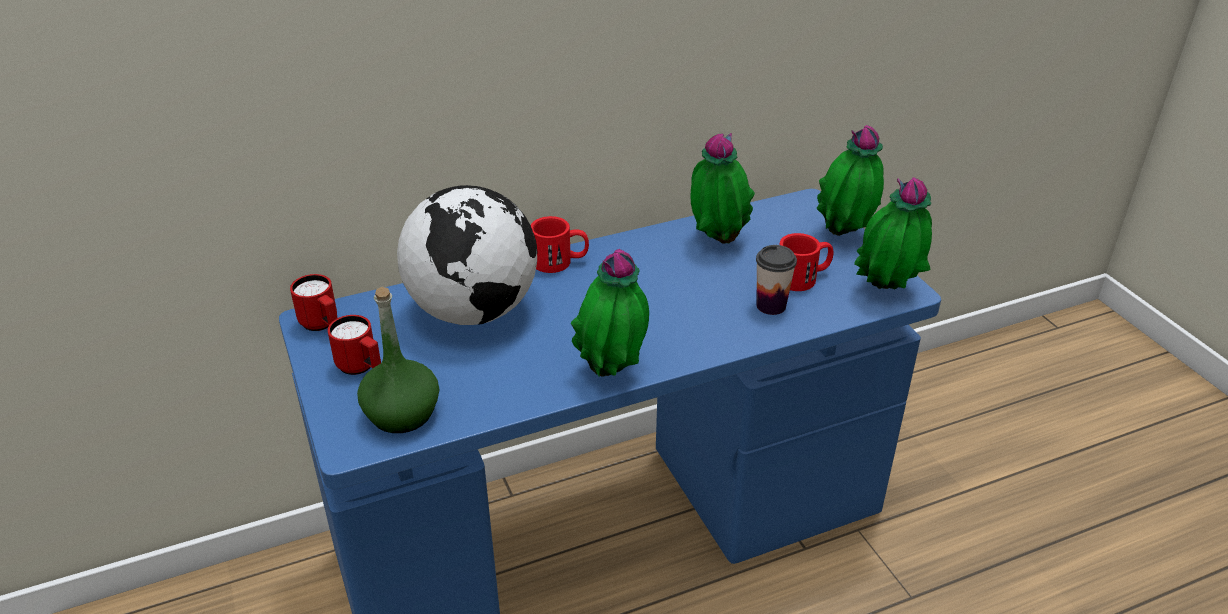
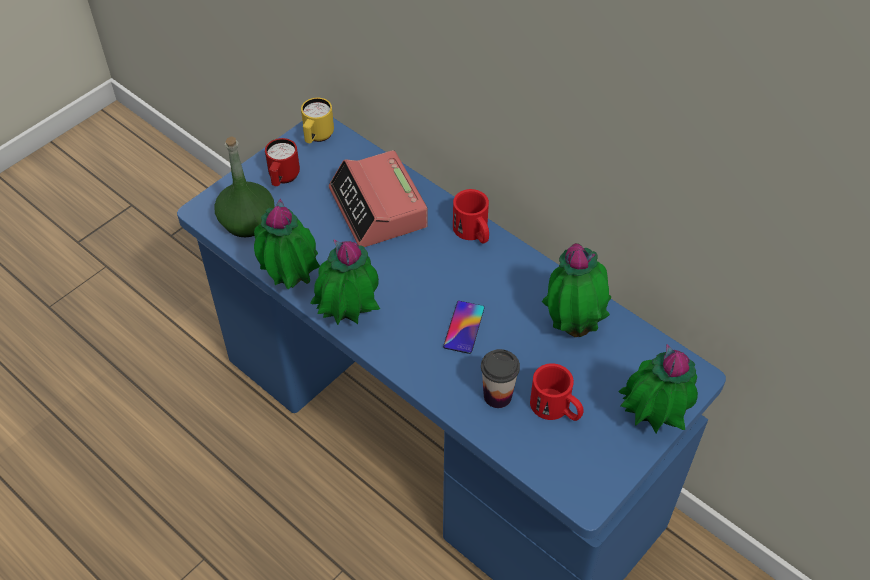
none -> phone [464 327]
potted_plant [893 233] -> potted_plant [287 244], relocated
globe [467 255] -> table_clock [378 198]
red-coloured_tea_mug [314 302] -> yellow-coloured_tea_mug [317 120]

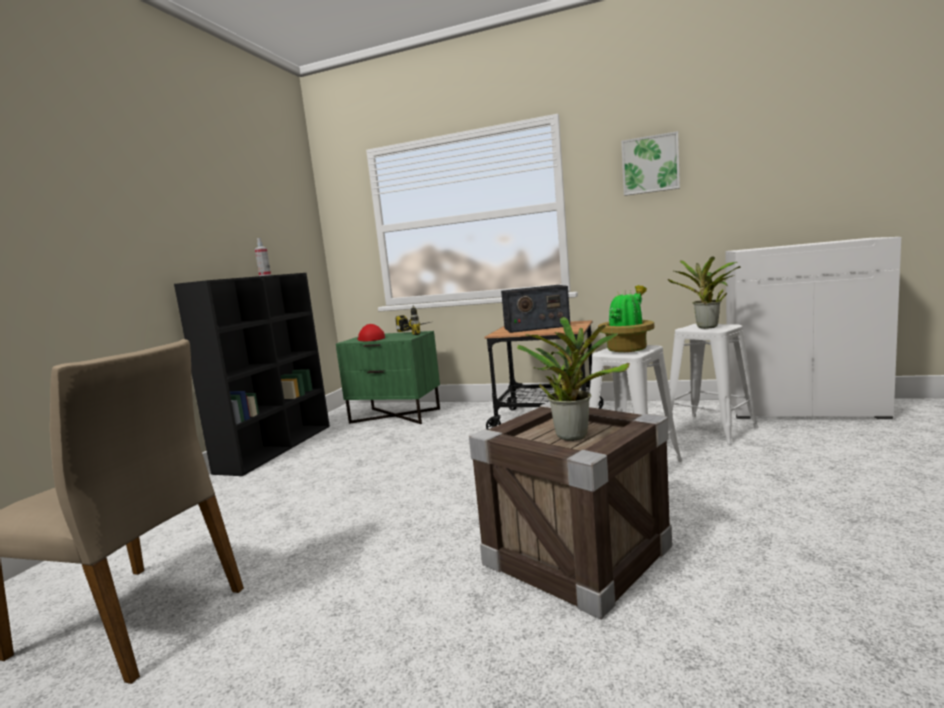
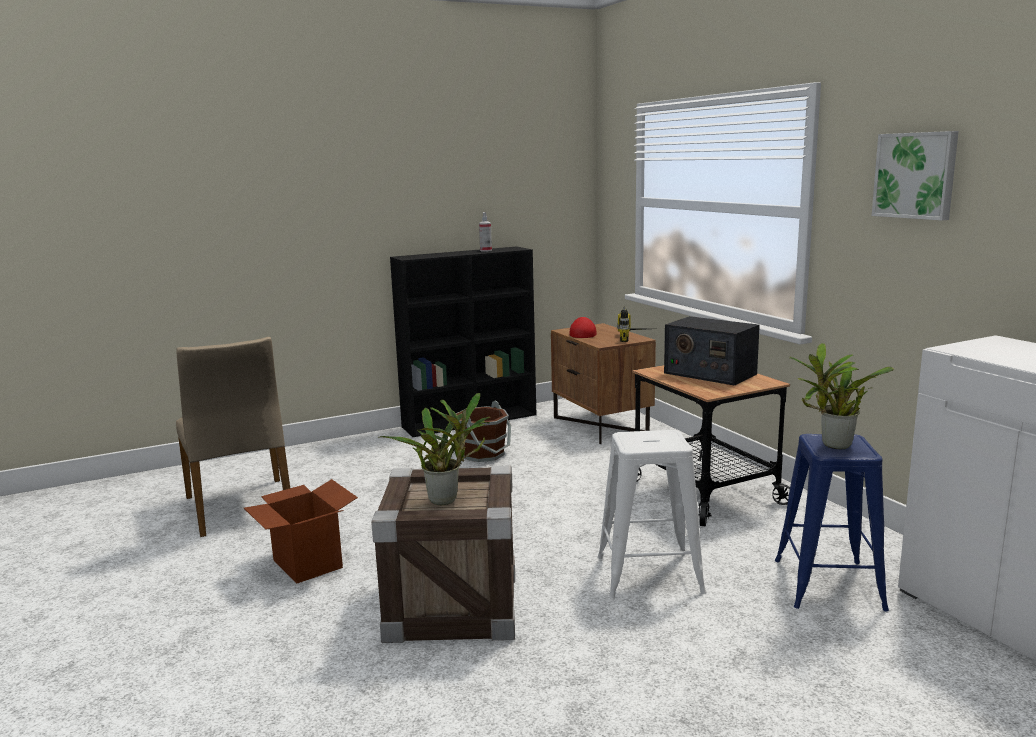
potted_plant [626 318] -> none
none -> packing_box [301 531]
none -> brownish_pail [483 431]
green-coloured_night_table [388 377] -> brownish_night_table [603 383]
white_stool [714 384] -> bluish_stool [832 523]

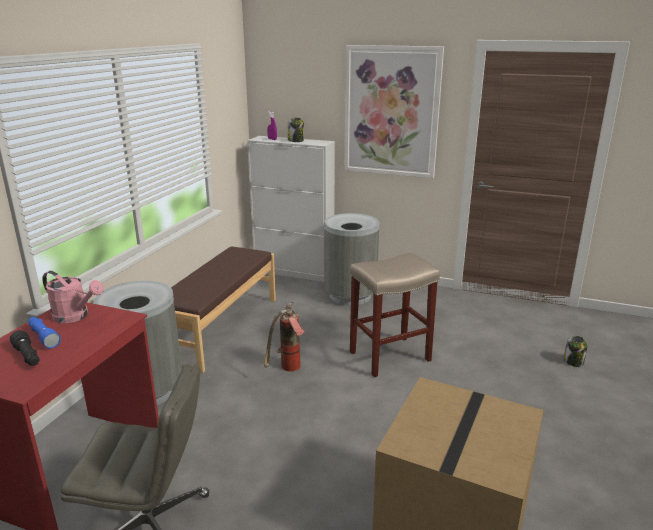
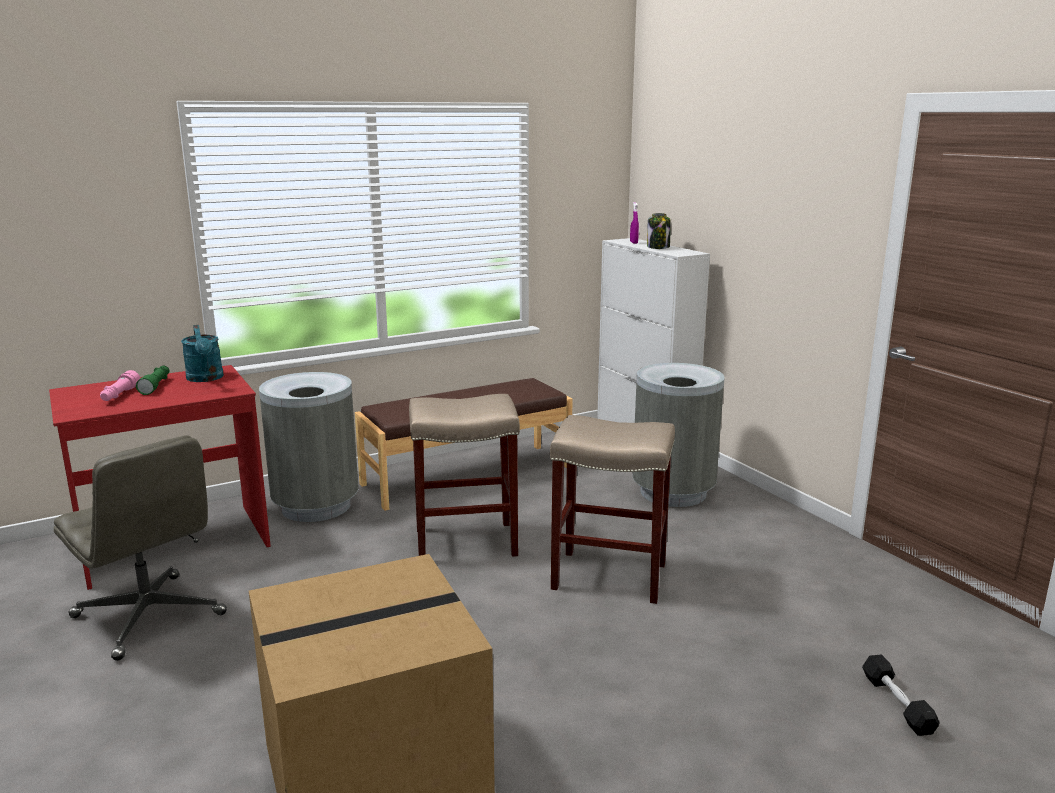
wall_picture [394 111] -> none
fire_extinguisher [284 337] -> beige_stool [464 475]
preserve_jar [575 351] -> black_dumbbell [901 695]
black_flashlight [25 348] -> pink_flashlight [120 385]
bluish_flashlight [44 332] -> green-coloured_flashlight [152 380]
pink_watering_pot [73 297] -> blue-green_watering_pot [202 353]

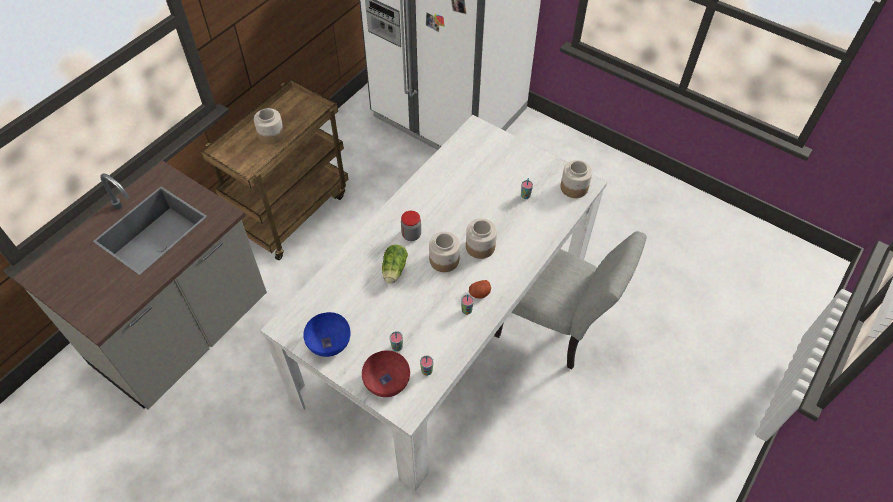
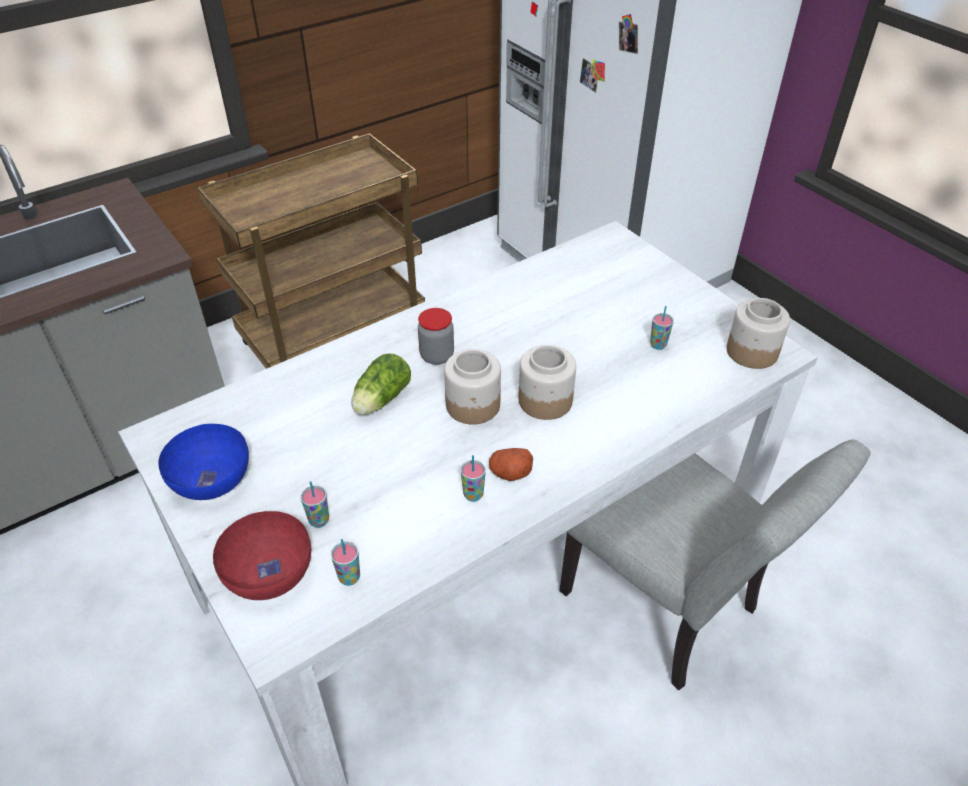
preserve_jar [269 126] -> none

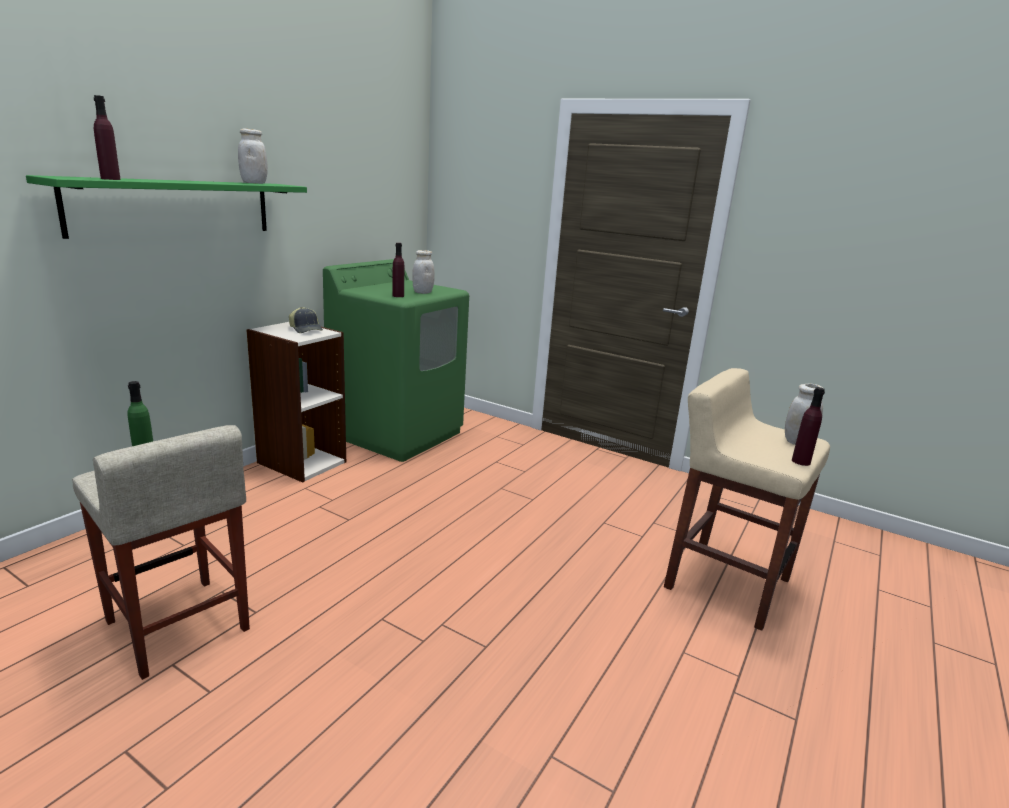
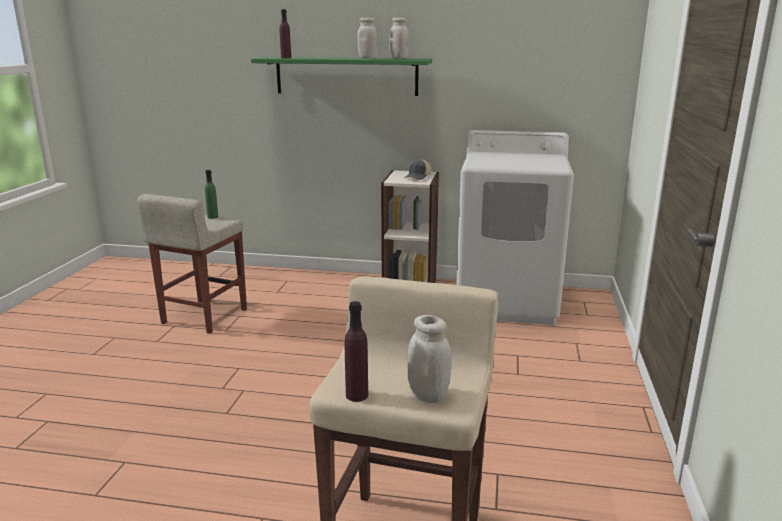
purple-coloured_bottle [398 270] -> none
white_preserve_jar [423 272] -> white_preserve_jar [367 38], relocated
green-coloured_washing_machine [396 360] -> white_washing_machine [515 227]

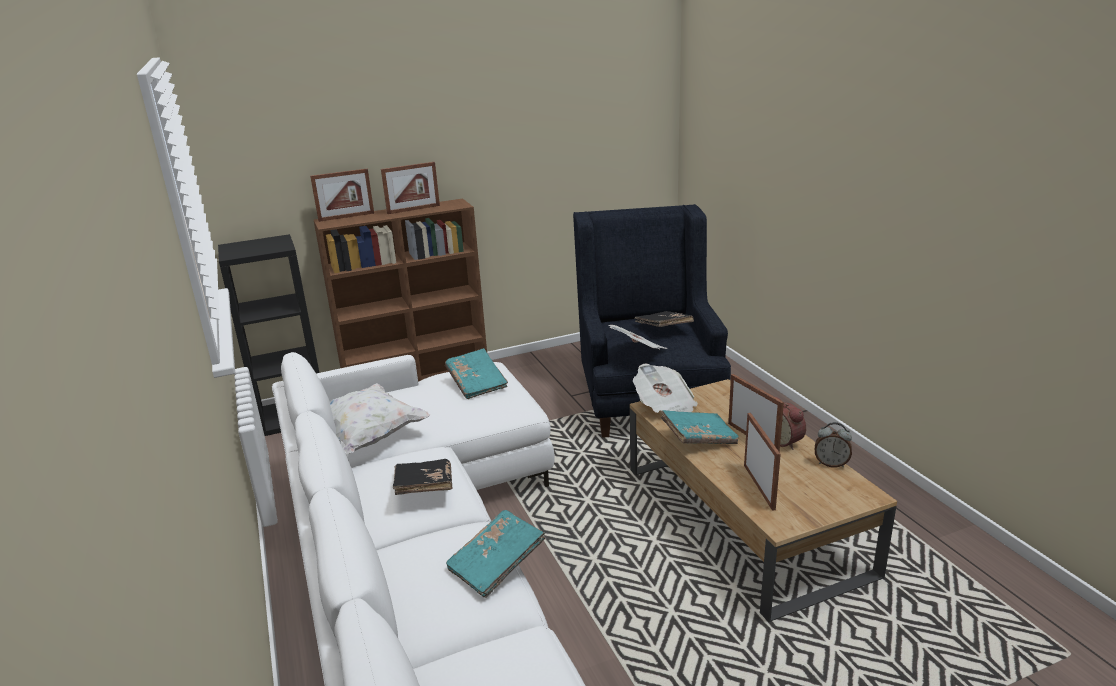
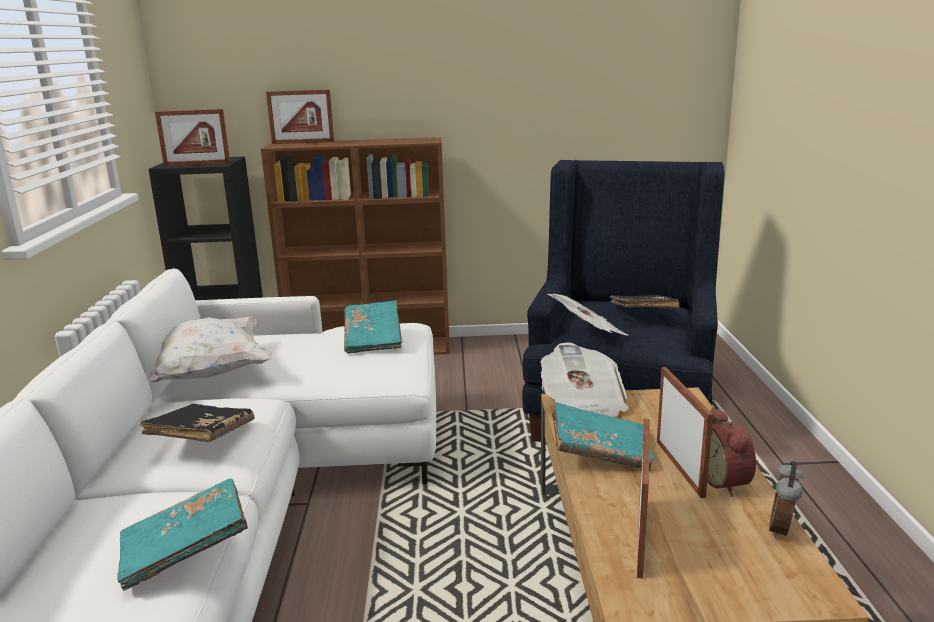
photo_frame [410 188] -> photo_frame [192 137], relocated
table_clock [833 444] -> table_clock [786 500], 75 degrees clockwise

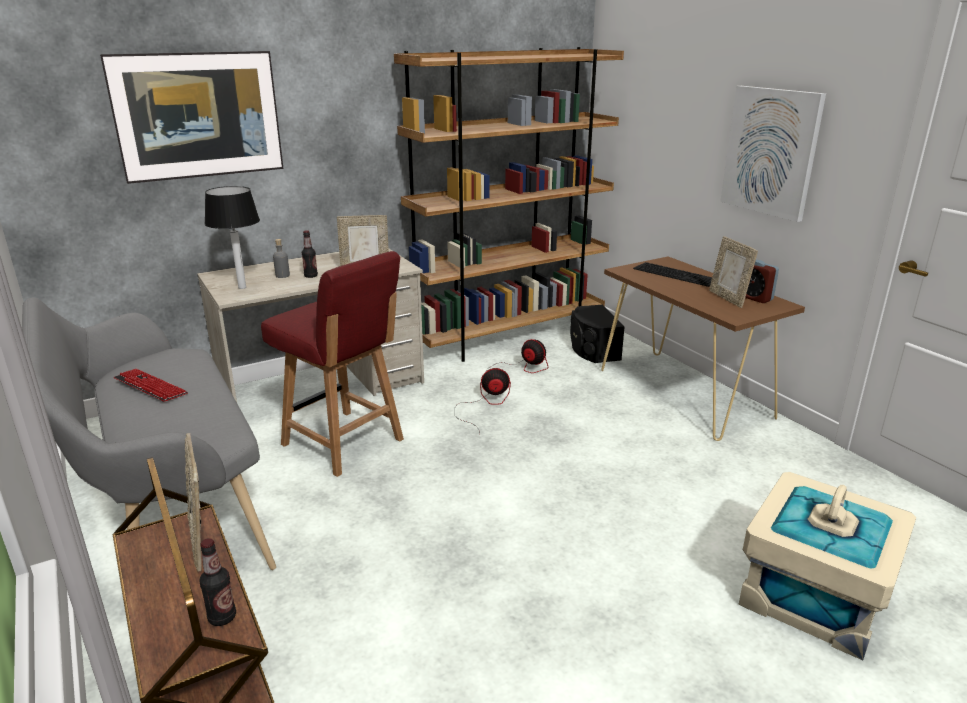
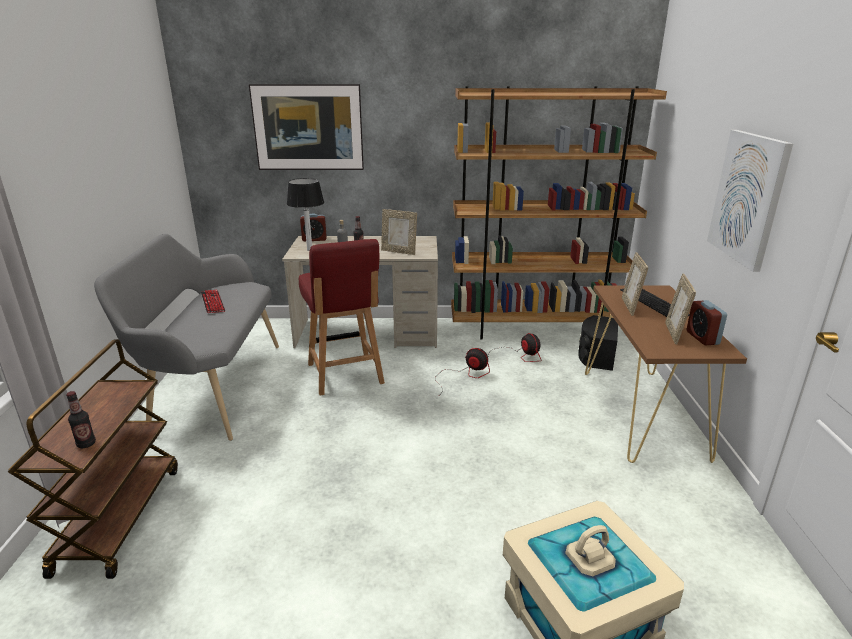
none -> table_clock [313 227]
photo_frame [193 502] -> photo_frame [635 284], relocated

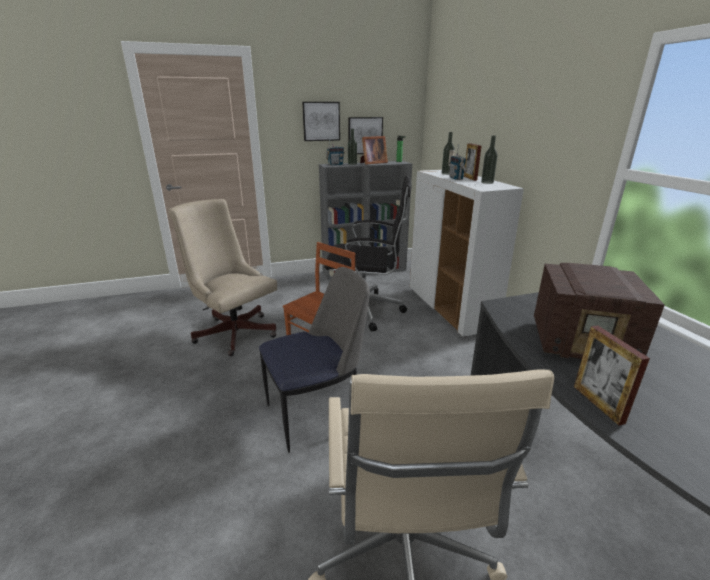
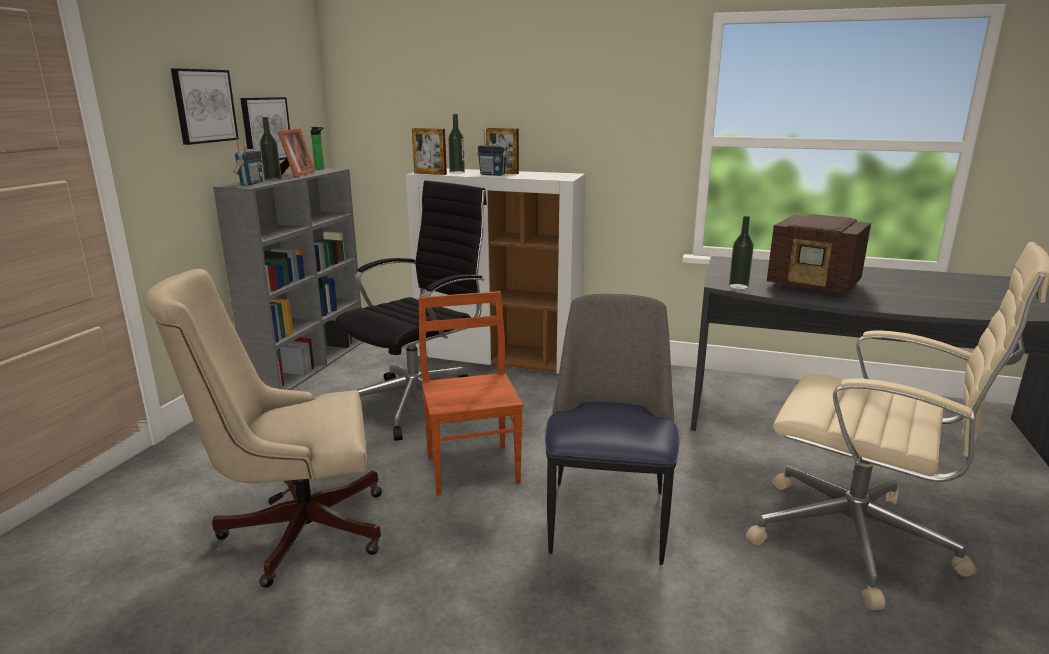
bottle [489 160] -> bottle [741 252], relocated
photo_frame [612 375] -> photo_frame [429 151], relocated
radio [599 311] -> radio [819 254], 75 degrees clockwise

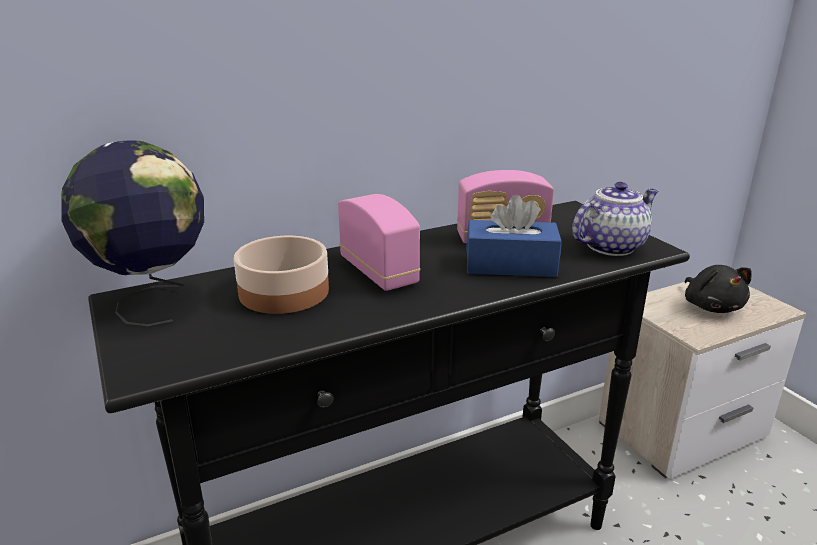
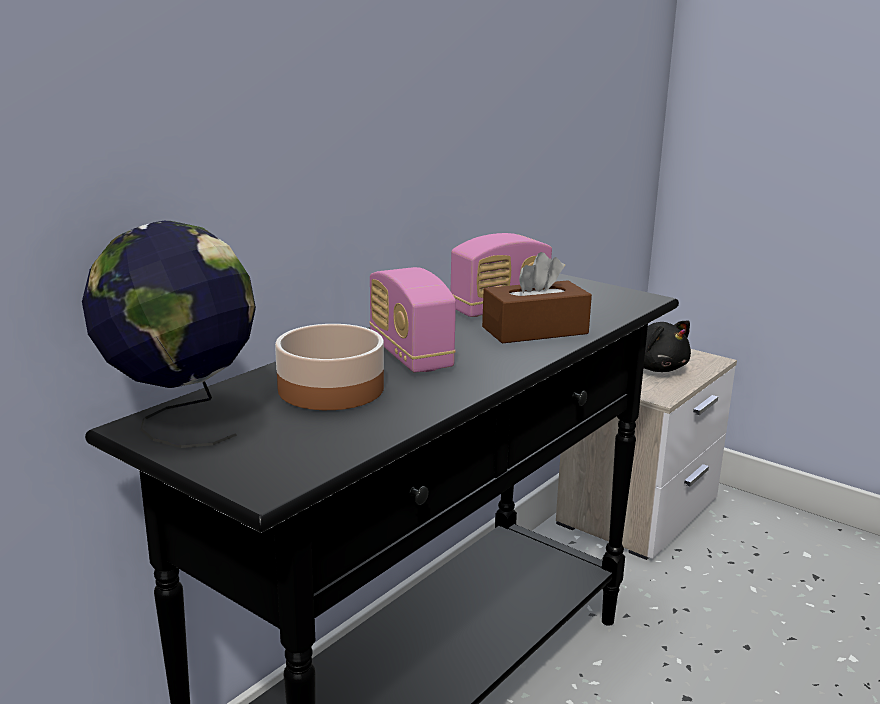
teapot [615 219] -> none
bluish_tissue_box [514 236] -> brownish_tissue_box [537 298]
radio [379 242] -> radio [412 320], 150 degrees counterclockwise

